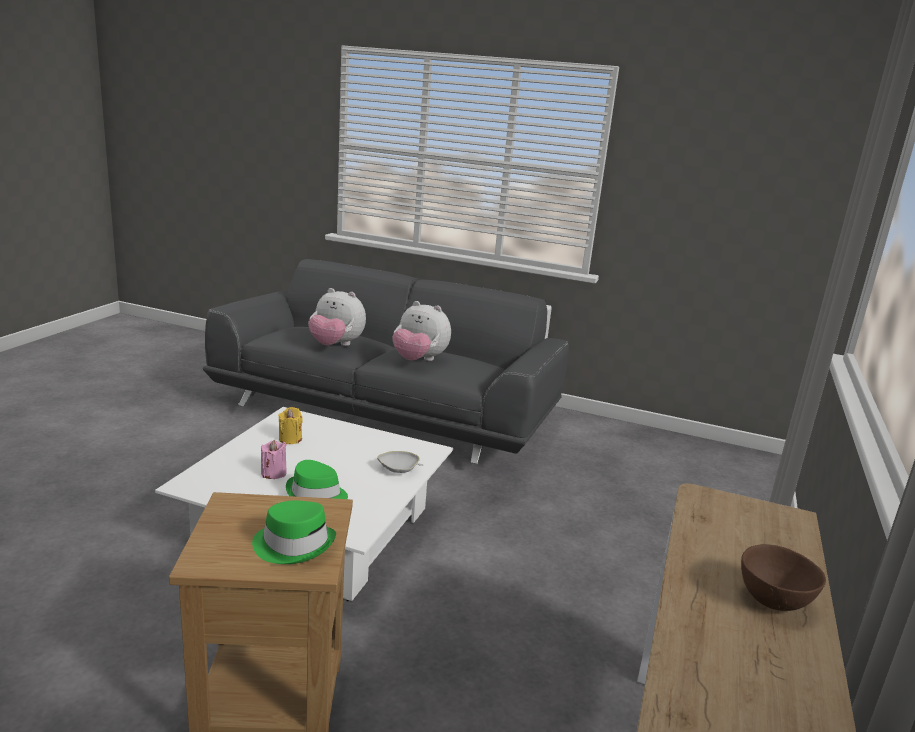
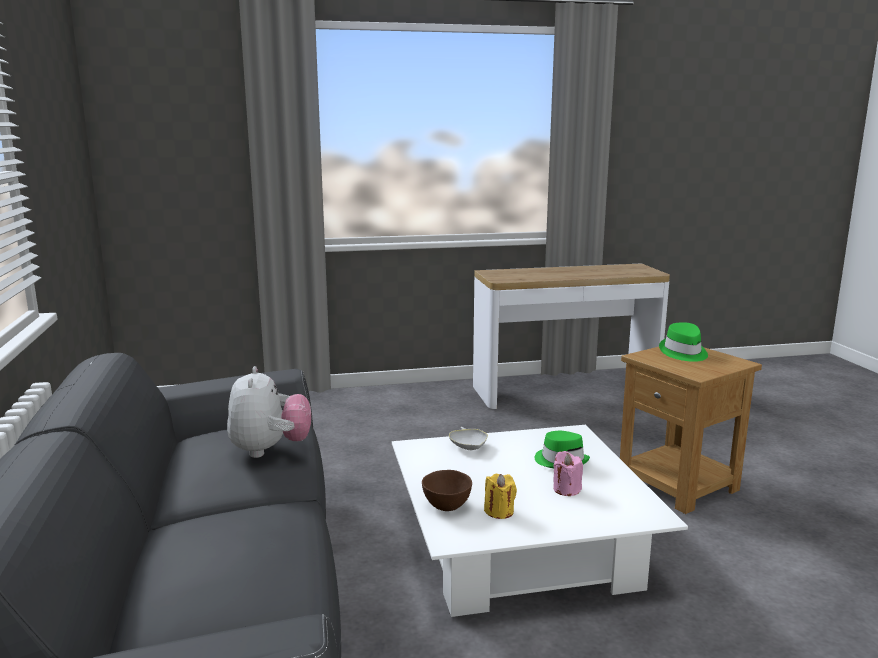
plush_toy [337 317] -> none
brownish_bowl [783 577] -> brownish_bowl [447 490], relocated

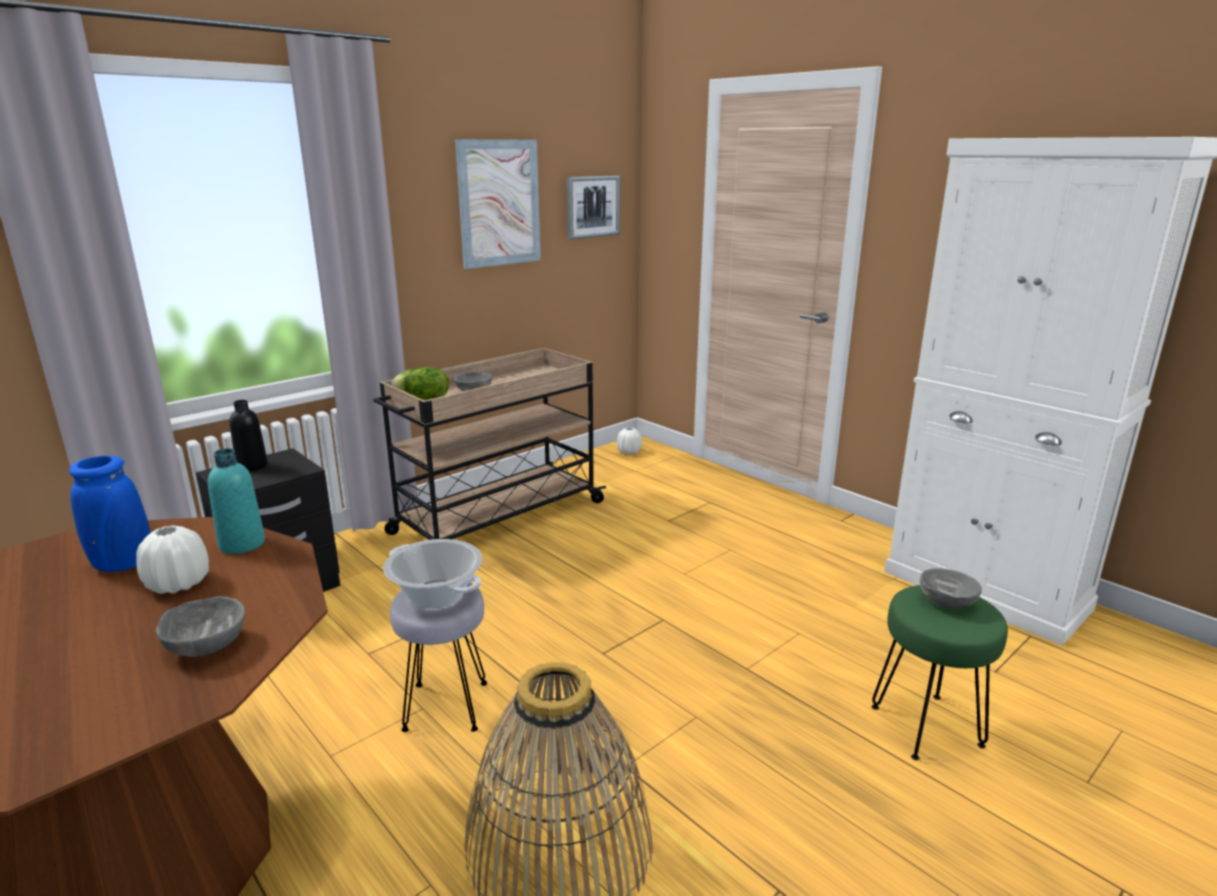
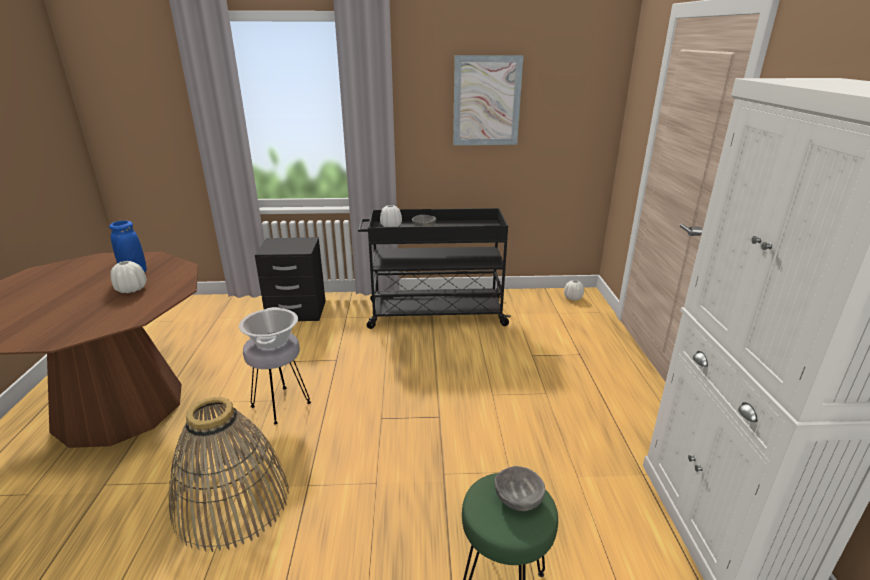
grey_bowl [200 626] -> none
blue-green_bottle [236 501] -> none
black_bottle [249 435] -> none
wall_picture [593 207] -> none
lettuce_head [420 383] -> white_flower_vase [391 216]
beige_trolley [489 444] -> black_trolley [434 268]

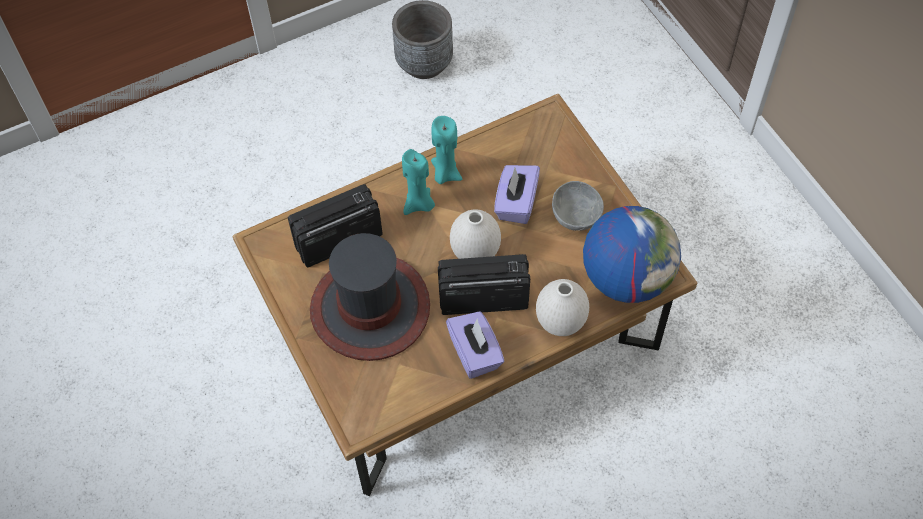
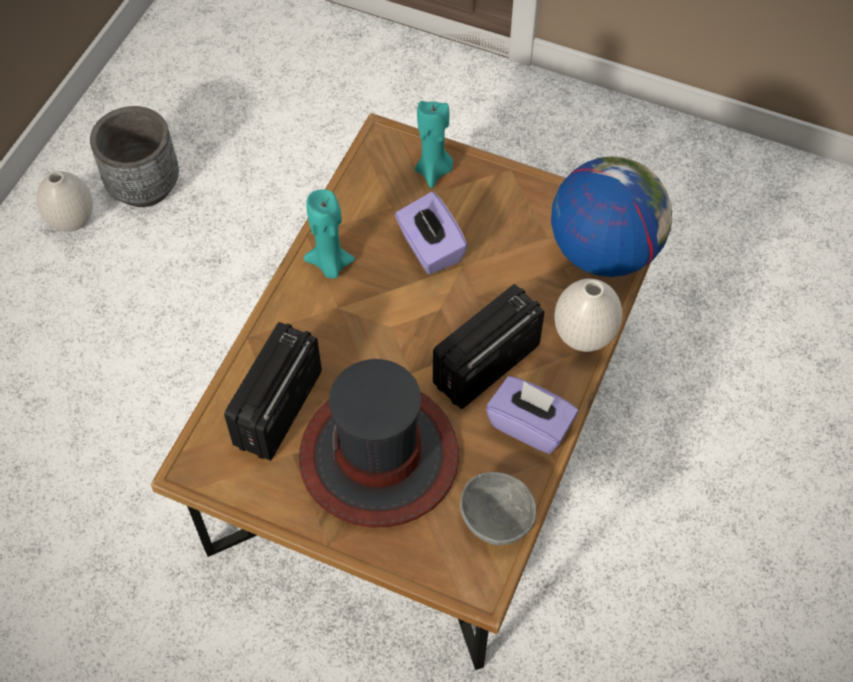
blue-green_candle [418 182] -> blue-green_candle [434 144], relocated
white_flower_vase [475 234] -> white_flower_vase [64 201], relocated
grey_bowl [578 206] -> grey_bowl [498 508], relocated

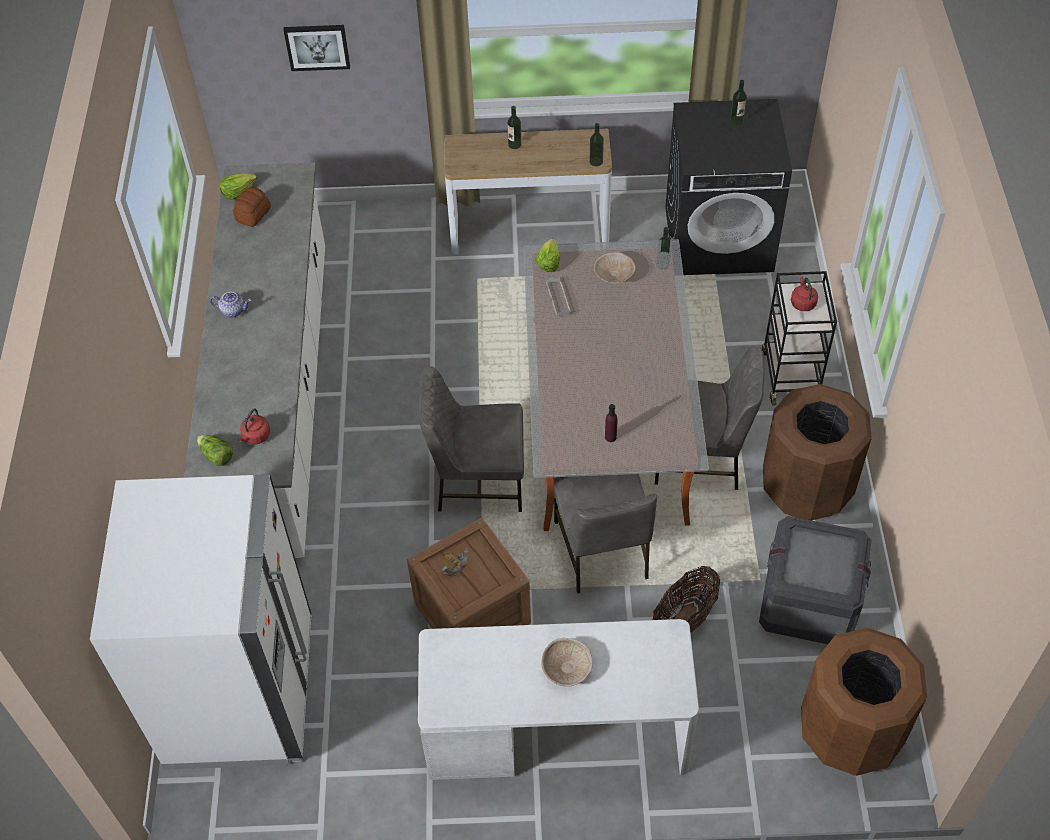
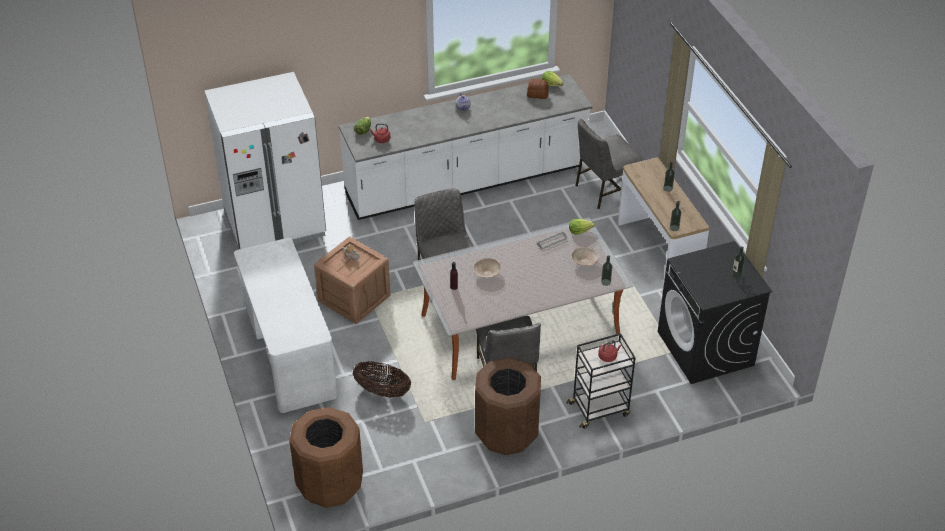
wall_picture [317 48] -> none
crate [815 580] -> none
beige_bowl [567 662] -> beige_bowl [487 268], relocated
grey_upright_chair [605 534] -> grey_upright_chair [610 164], relocated

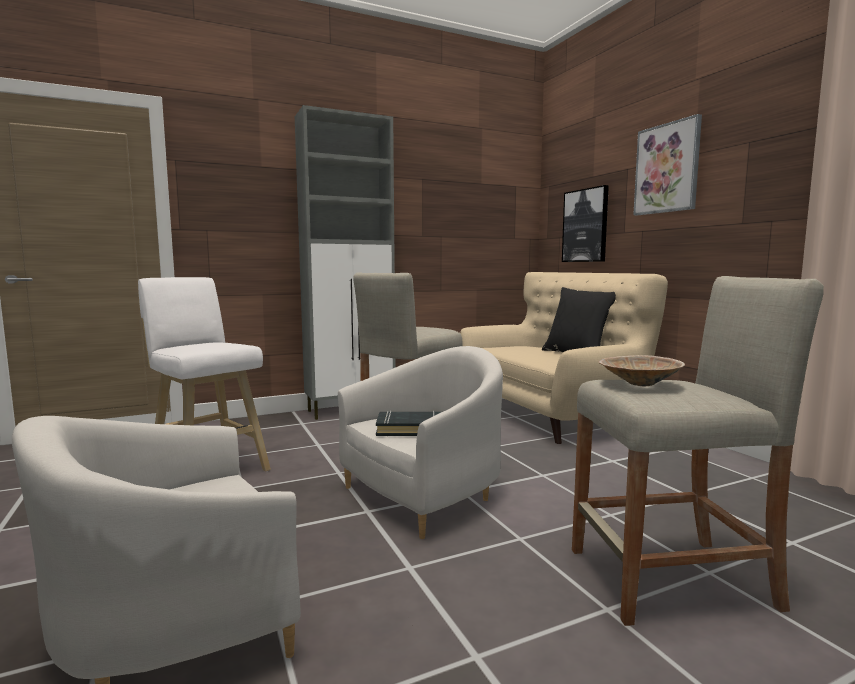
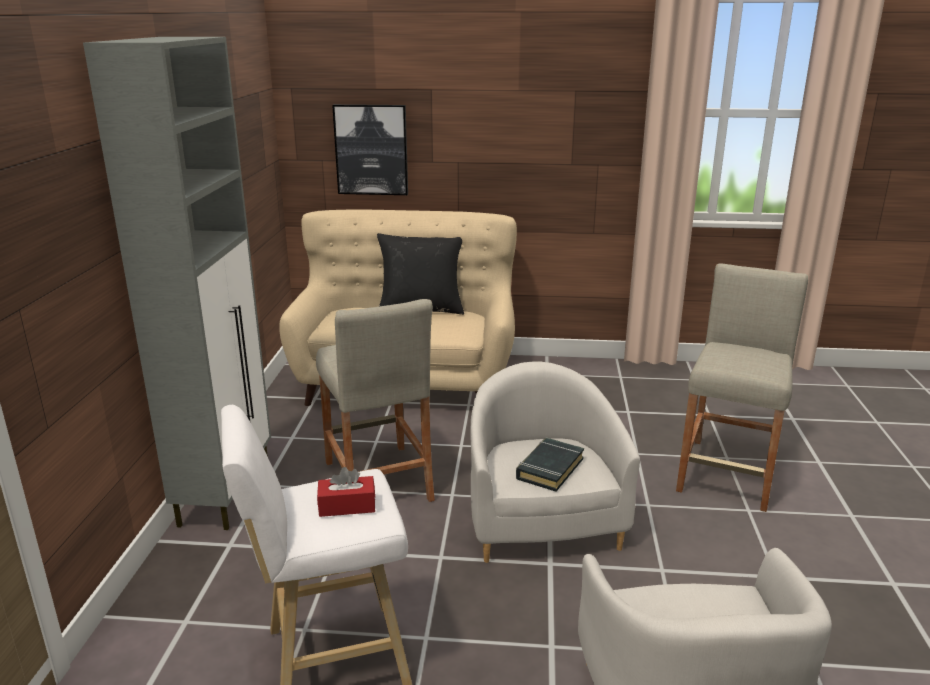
beige_bowl [642 370] -> none
wall_picture [667 165] -> none
none -> red-coloured_tissue_box [346 492]

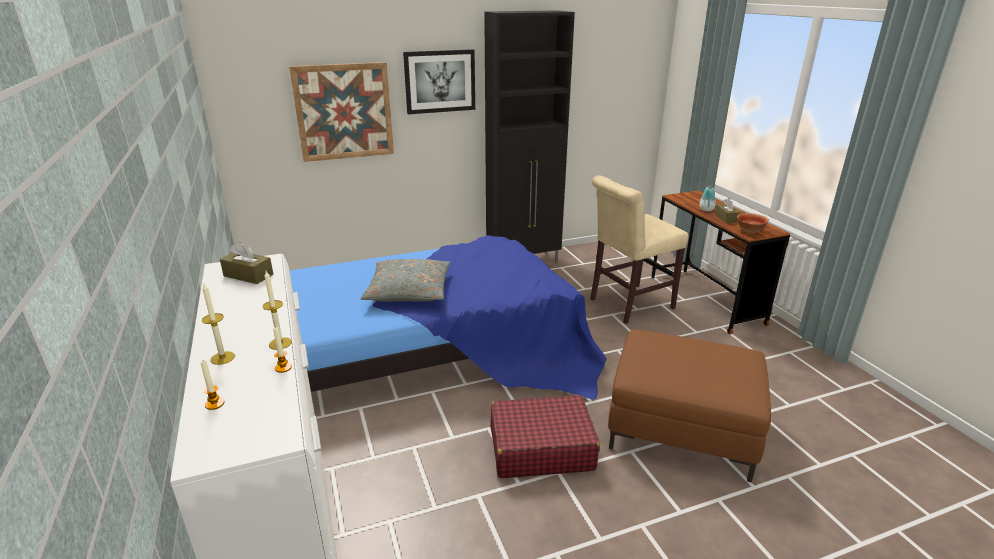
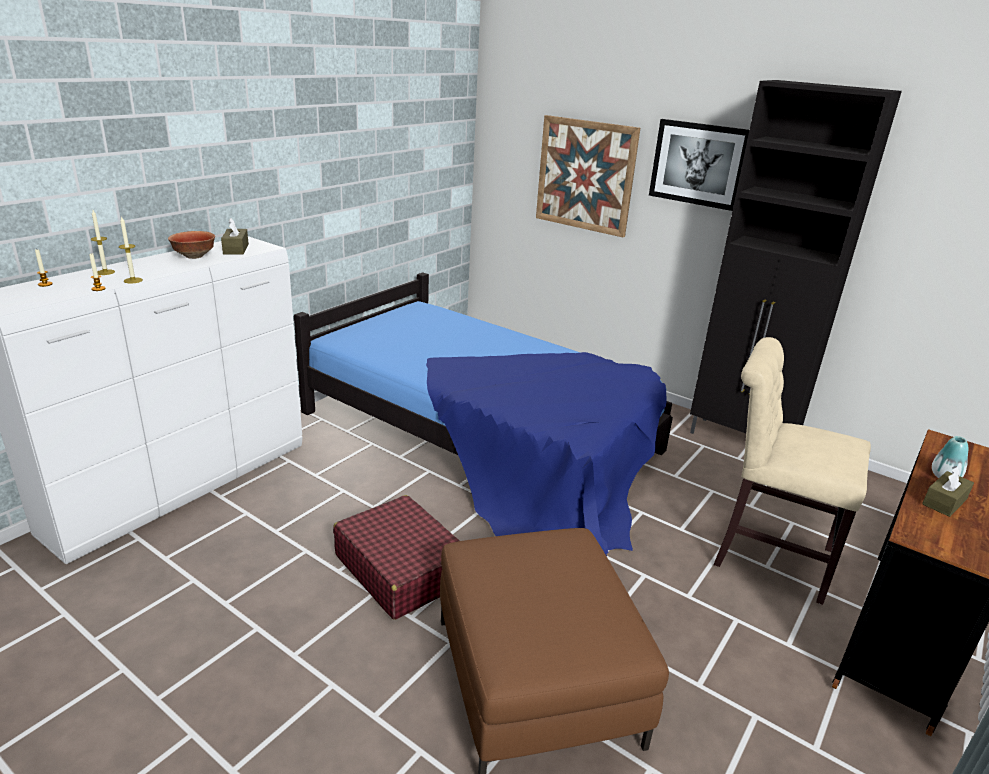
grey_pillow [406 280] -> none
bowl [753 223] -> bowl [191 245], relocated

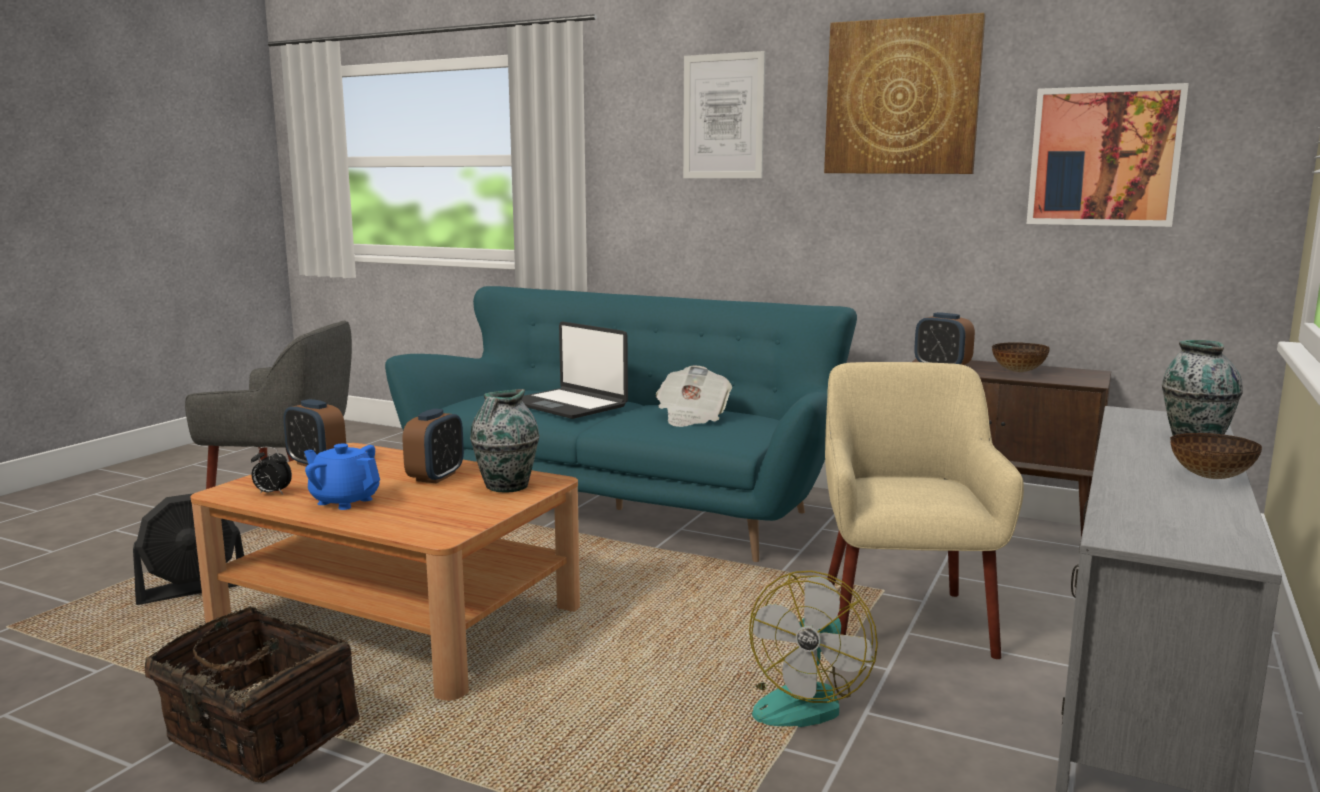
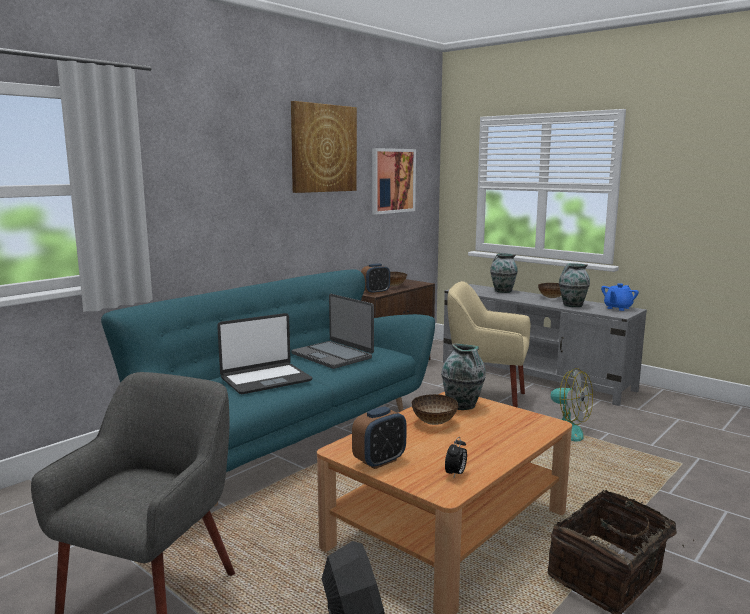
wall_picture [724 114] -> none
none -> flower_vase [574 285]
bluish_teapot [342 476] -> bluish_teapot [620 297], relocated
table_clock [433 446] -> bowl [435 409]
printed_paper [694 396] -> portable_computer [332 331]

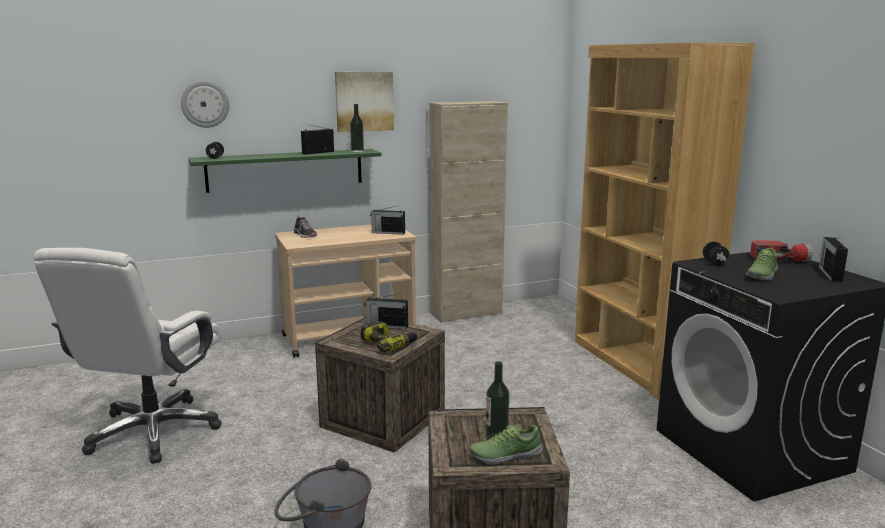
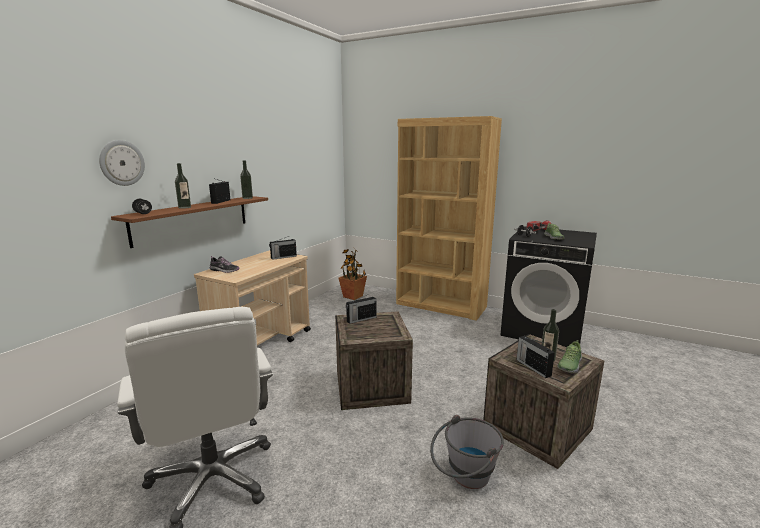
wall_picture [364 102] -> none
drill [389 336] -> none
beige_cupboard [468 212] -> none
none -> bottle [183 186]
none -> potted_plant [352 274]
radio [833 259] -> radio [536 357], relocated
green-coloured_wall_shelf [285 171] -> brownish_wall_shelf [189 222]

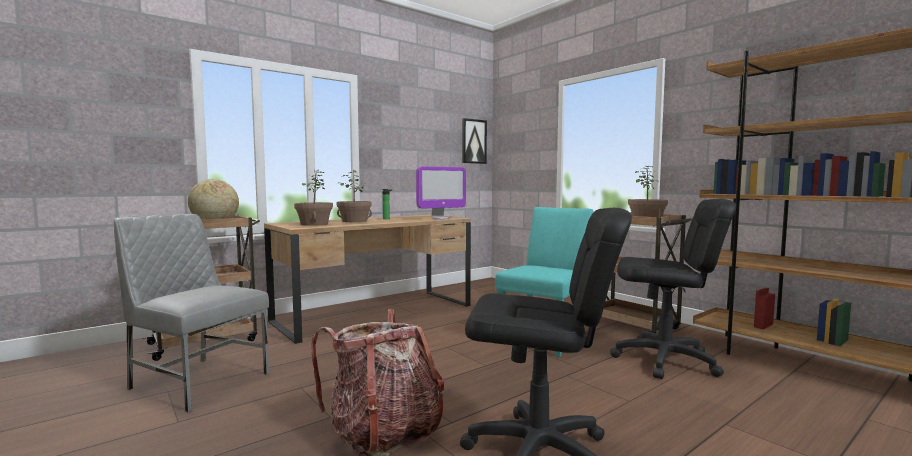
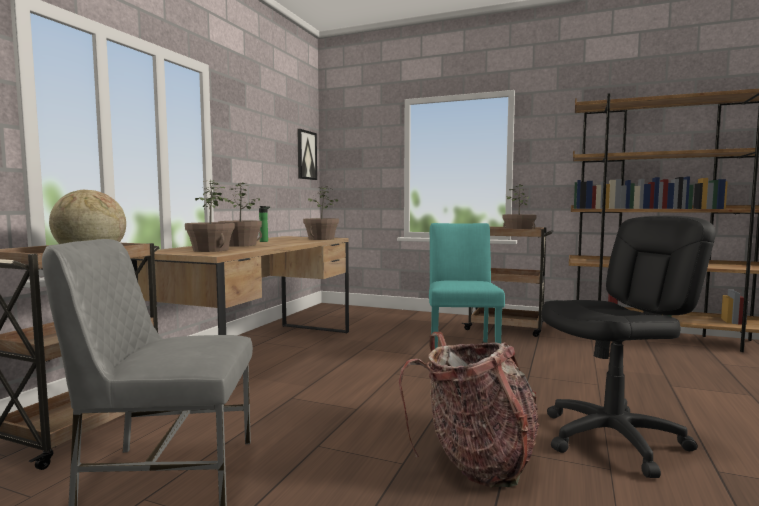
black_office_chair [673 289] -> none
computer_screen [441 193] -> potted_plant [321 213]

